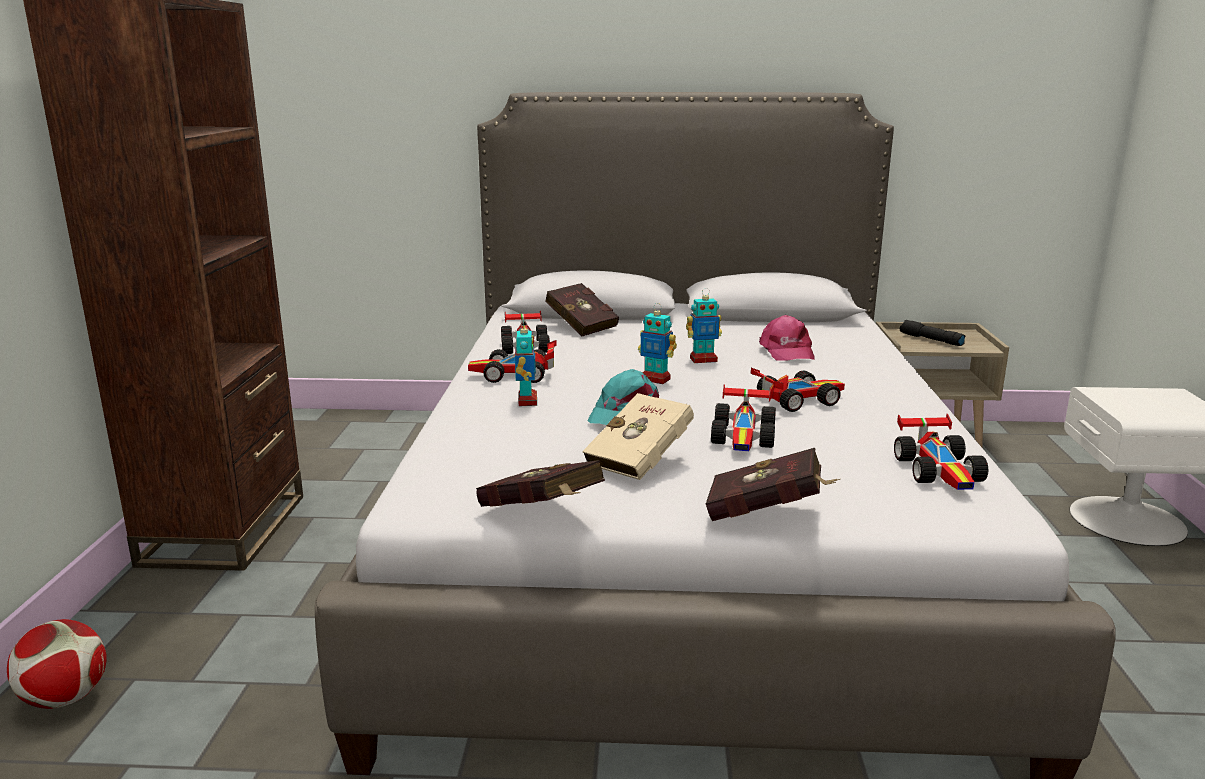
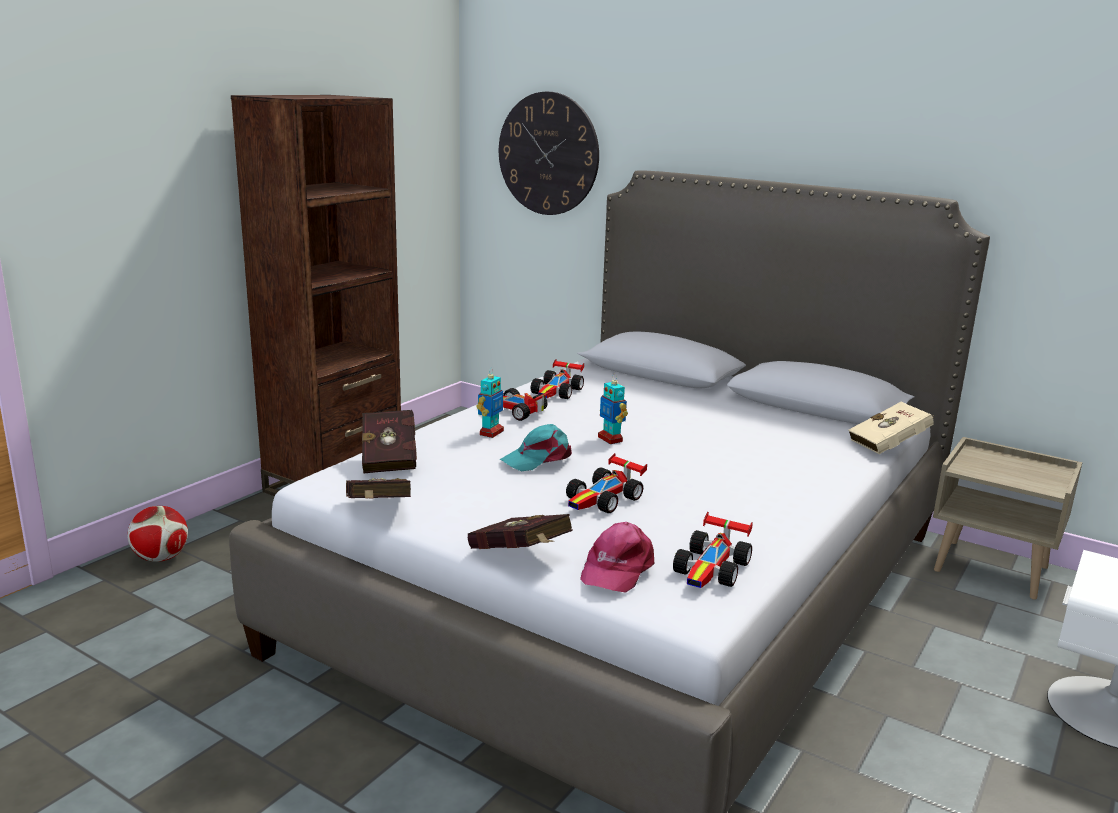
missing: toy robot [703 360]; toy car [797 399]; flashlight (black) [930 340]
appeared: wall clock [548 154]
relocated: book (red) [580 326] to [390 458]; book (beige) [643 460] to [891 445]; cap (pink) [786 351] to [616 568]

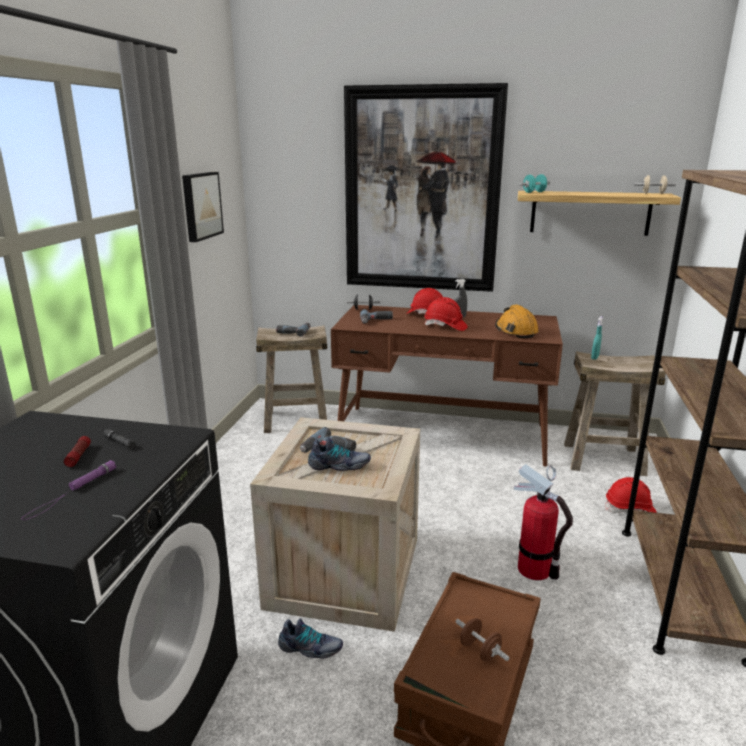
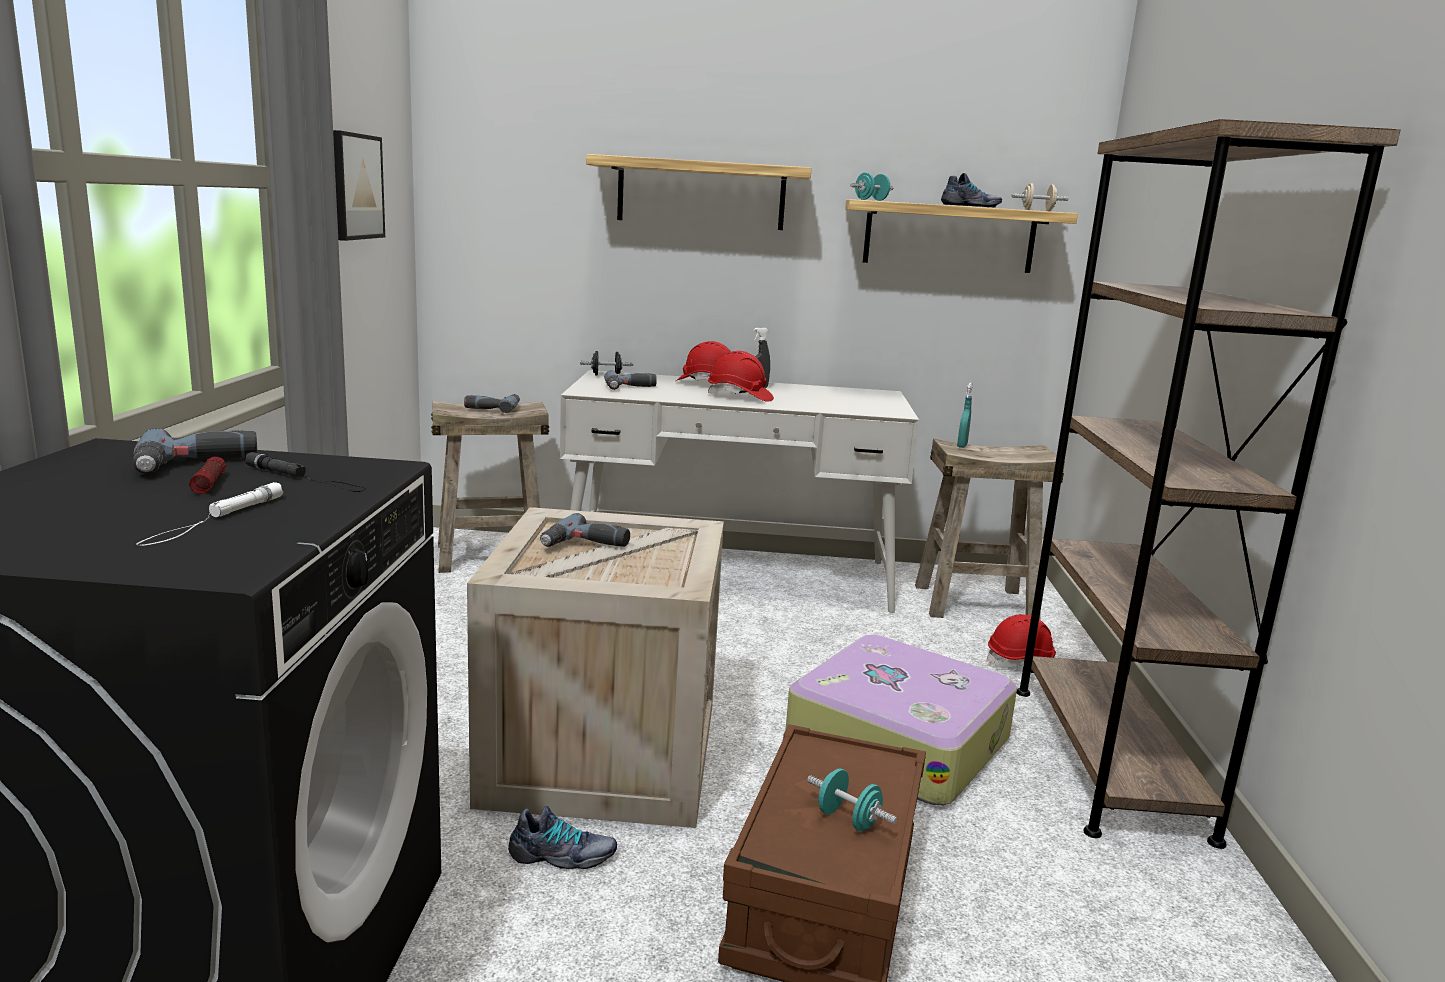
missing: hard hat (orange) [516 331]
appeared: power drill [197 464]
relocated: shoe [339 465] to [971 206]
exchanged: picture [421 191] to shelf [701 194]; fire extinguisher [534 569] to suitcase [898 740]
colour: flashlight (purple) [71 492] to flashlight (white) [213 520]; desk (brown) [442 434] to desk (white) [730 574]; dumbbell (brown) [480 651] to dumbbell (turquoise) [848 820]

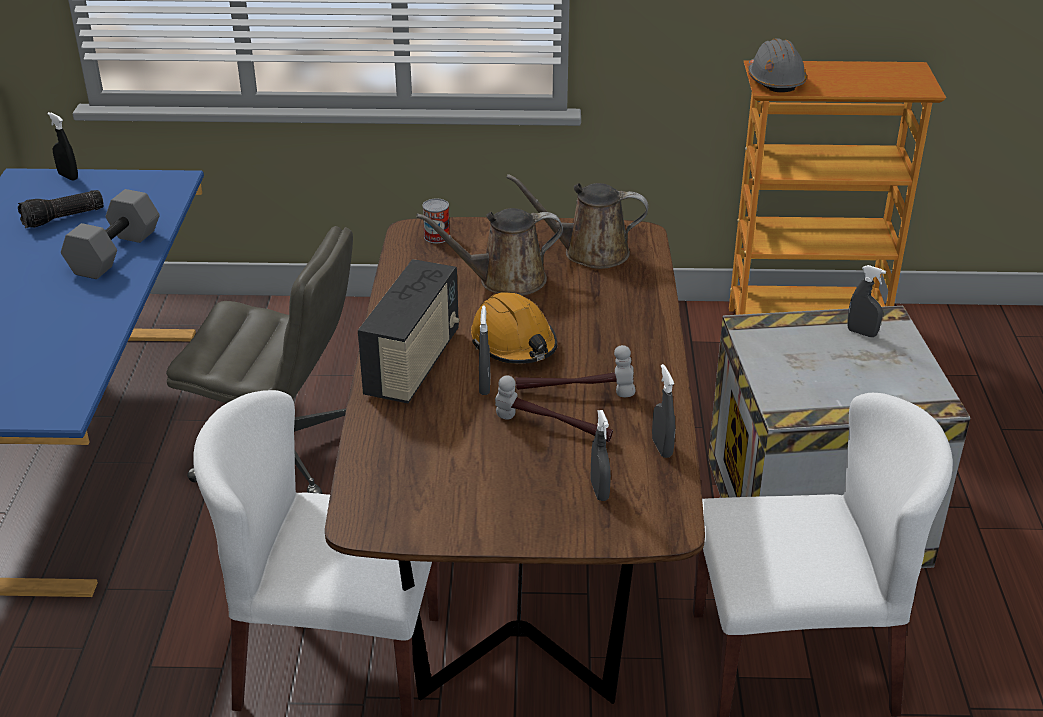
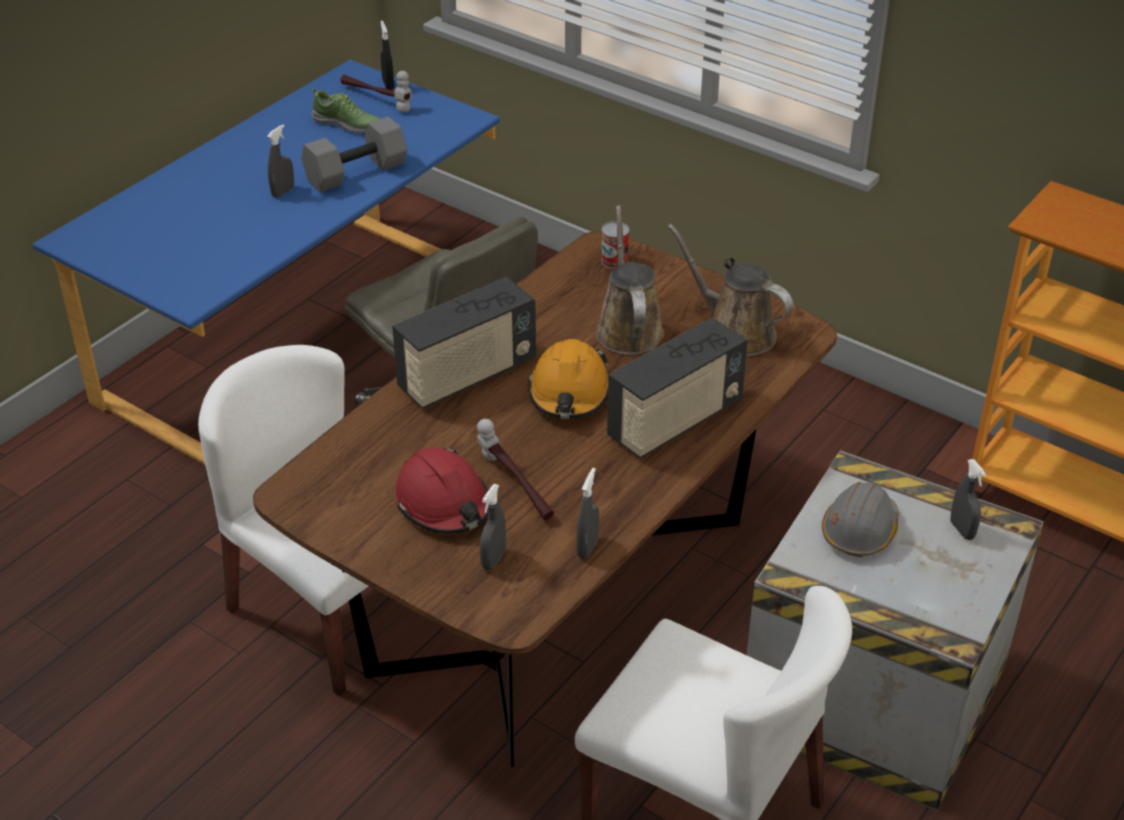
appeared: hard hat (red) [444 504]; radio [675 421]
relocated: spray bottle (grey) [484 386] to [283 192]; hammer [575 392] to [377 98]; hard hat (grey) [775 80] to [859 530]
exchanged: flashlight [63 218] to shoe [347 125]
spun: watering can (brown) [505 280] = [628 328] 60 degrees clockwise

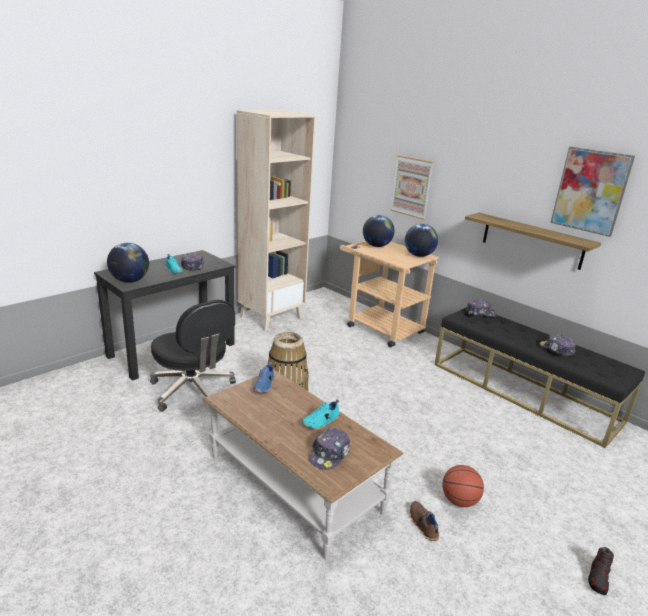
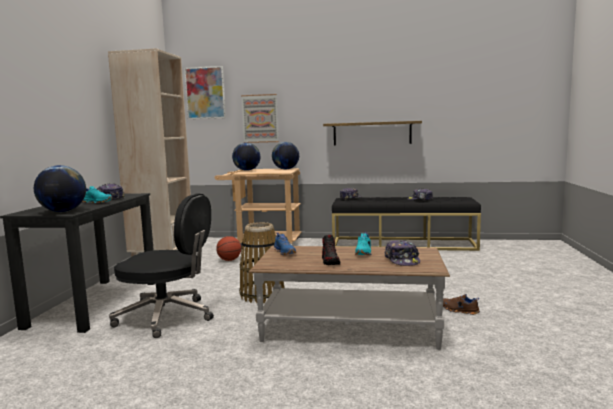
relocated: basketball [459 501] to [229 260]; picture [590 191] to [205 93]; shoe [598 578] to [330 261]

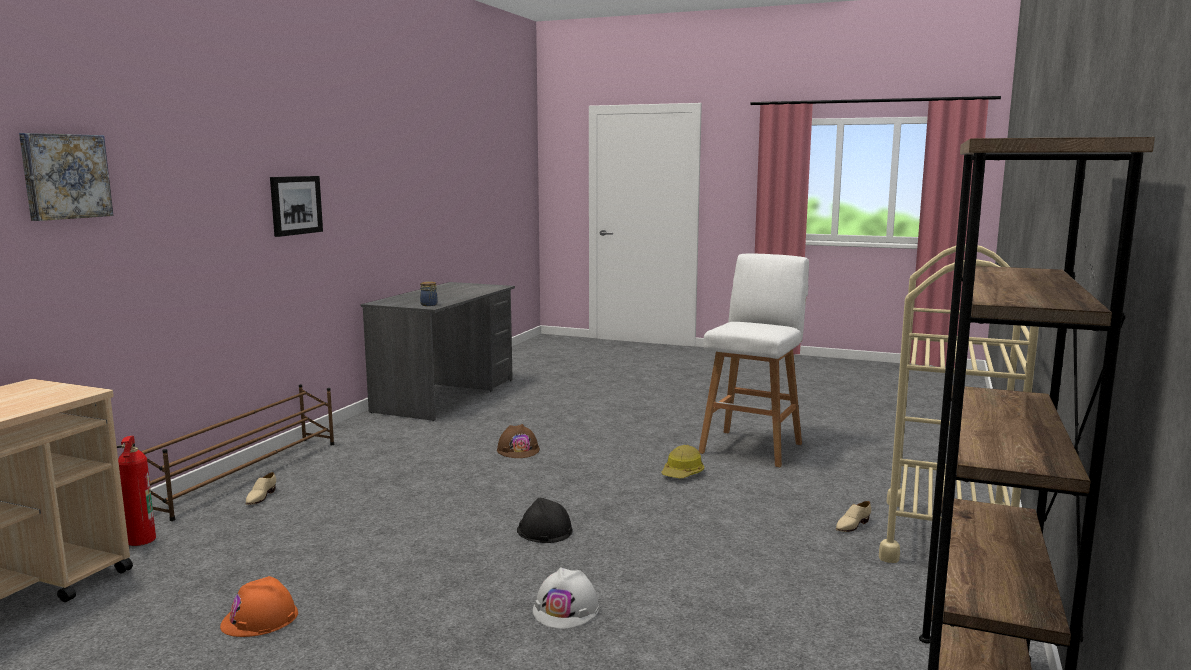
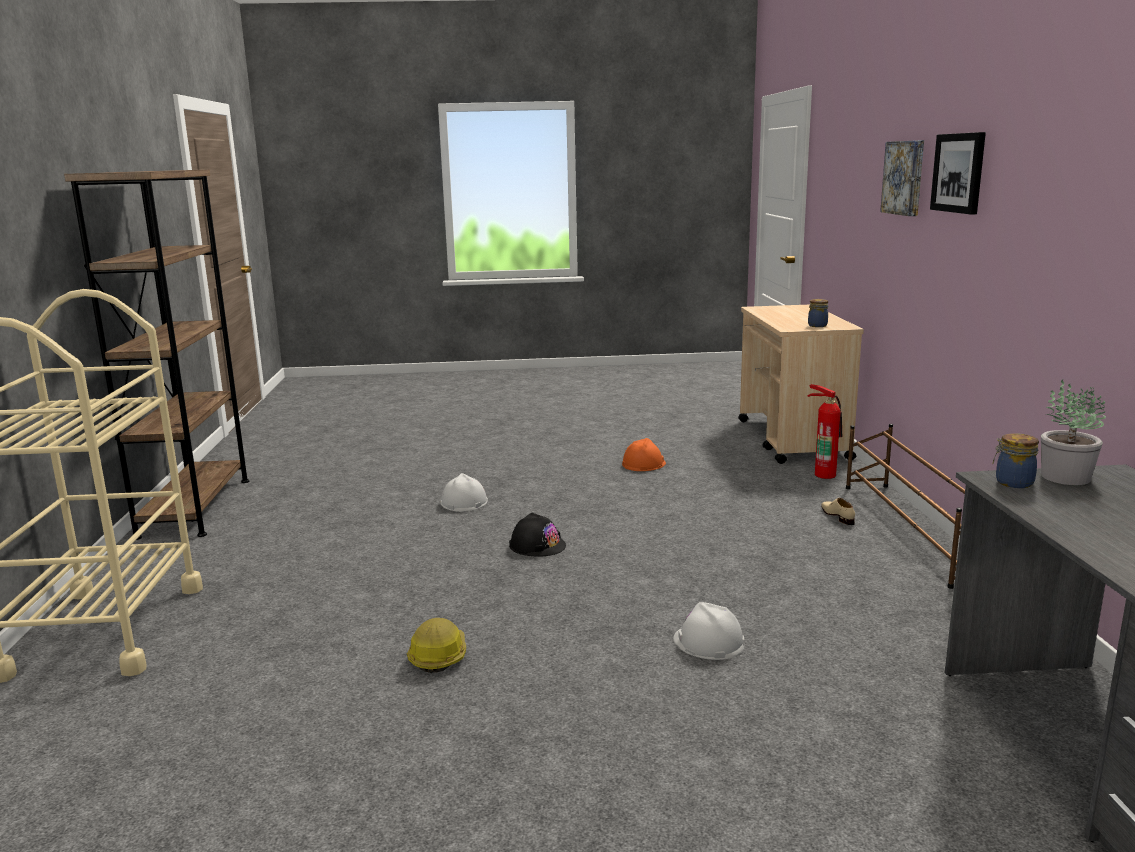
missing: stool (white) [752 447]; shoe (beige) [852 525]
appeared: jar [817 325]; potted plant [1064 477]
relocated: picture [295 205] to [959 173]
colour: hard hat (brown) [518 450] to hard hat (white) [708 642]

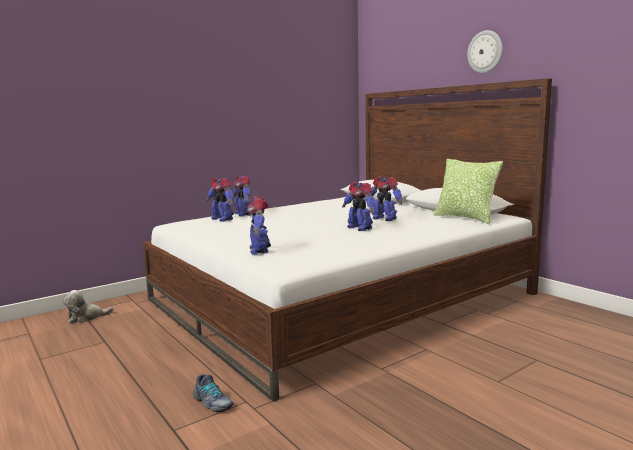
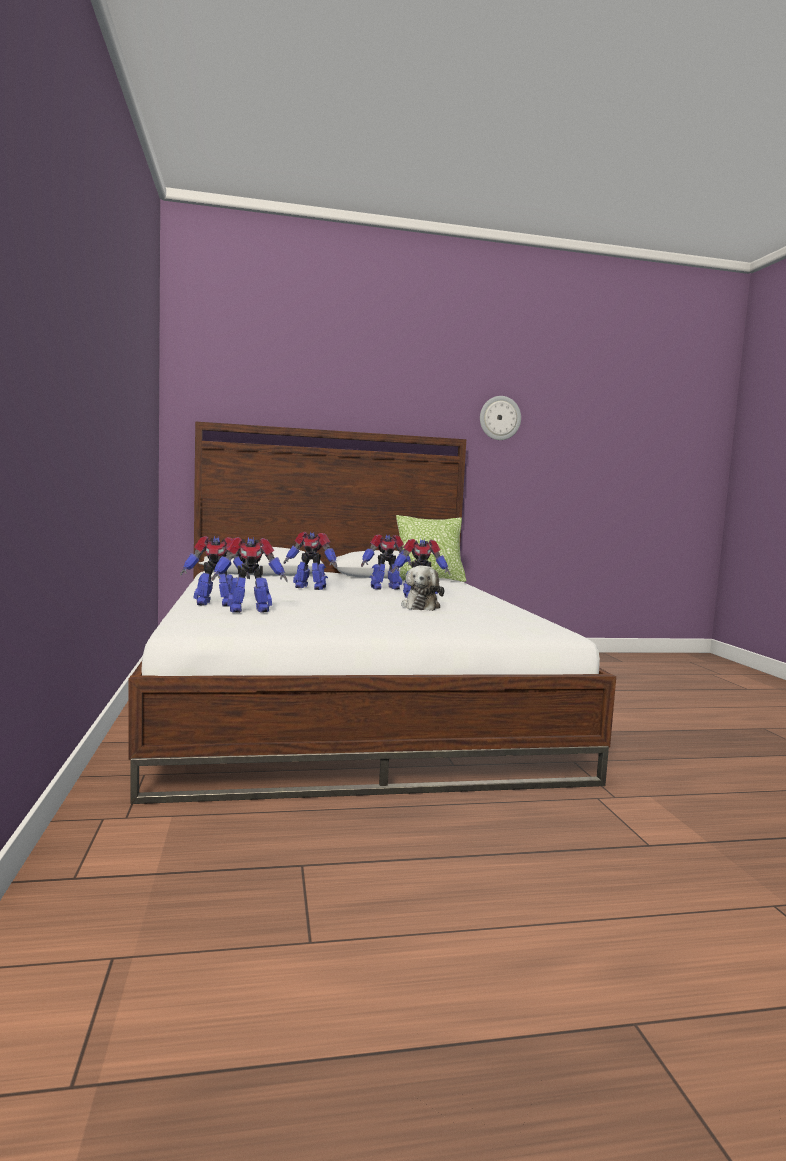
missing: shoe [212 403]
relocated: plush toy [86 317] to [421 606]; toy robot [260 250] to [310 587]; wall clock [485 52] to [500 418]

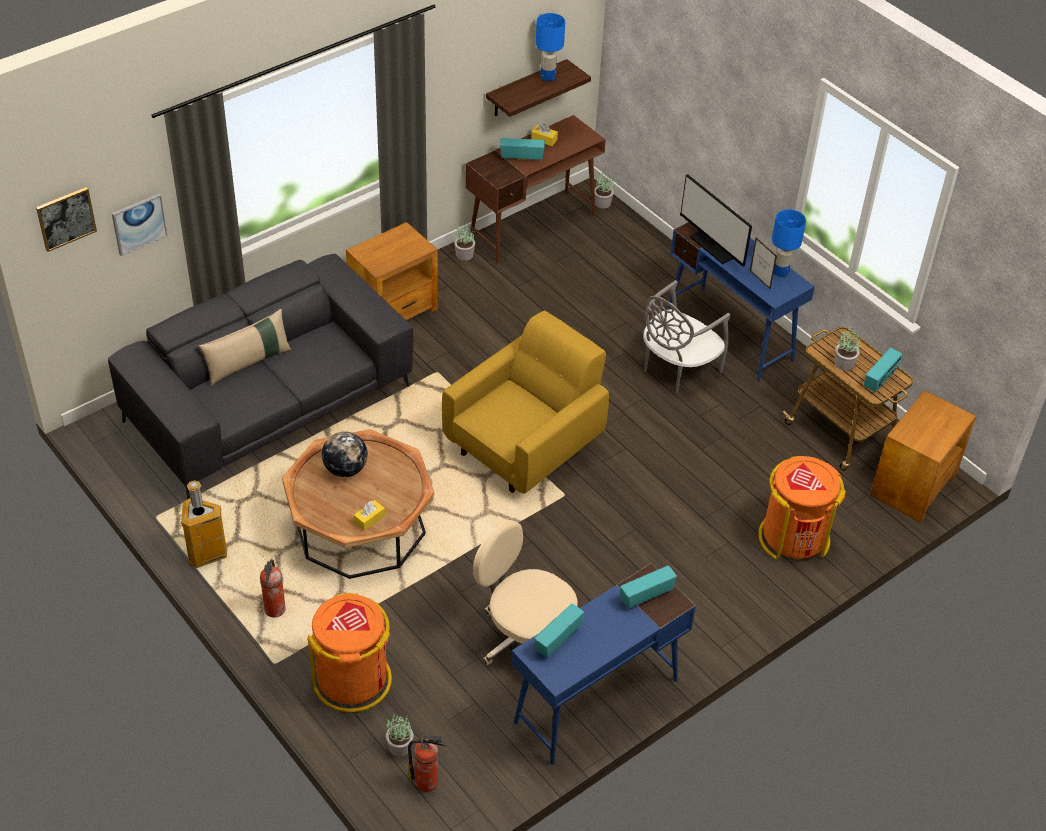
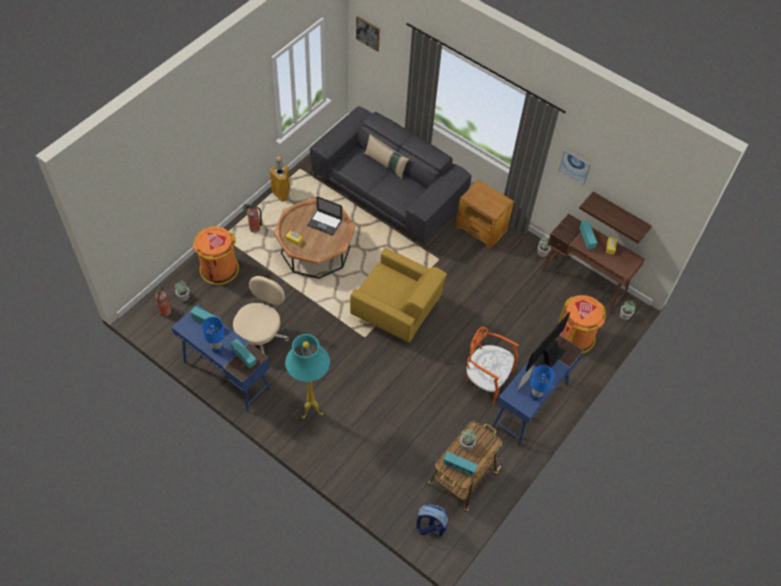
appeared: floor lamp (turquoise) [310 410]
relocated: picture [139 223] to [575 166]; table lamp (blue) [548 77] to [217 349]; trash can (orange) [793 537] to [575 336]
exchanged: globe [345 469] to laptop [325 222]; side table (brown) [912 485] to backpack [430 527]
colour: chair (grey) [677 369] to chair (orange) [486 379]

